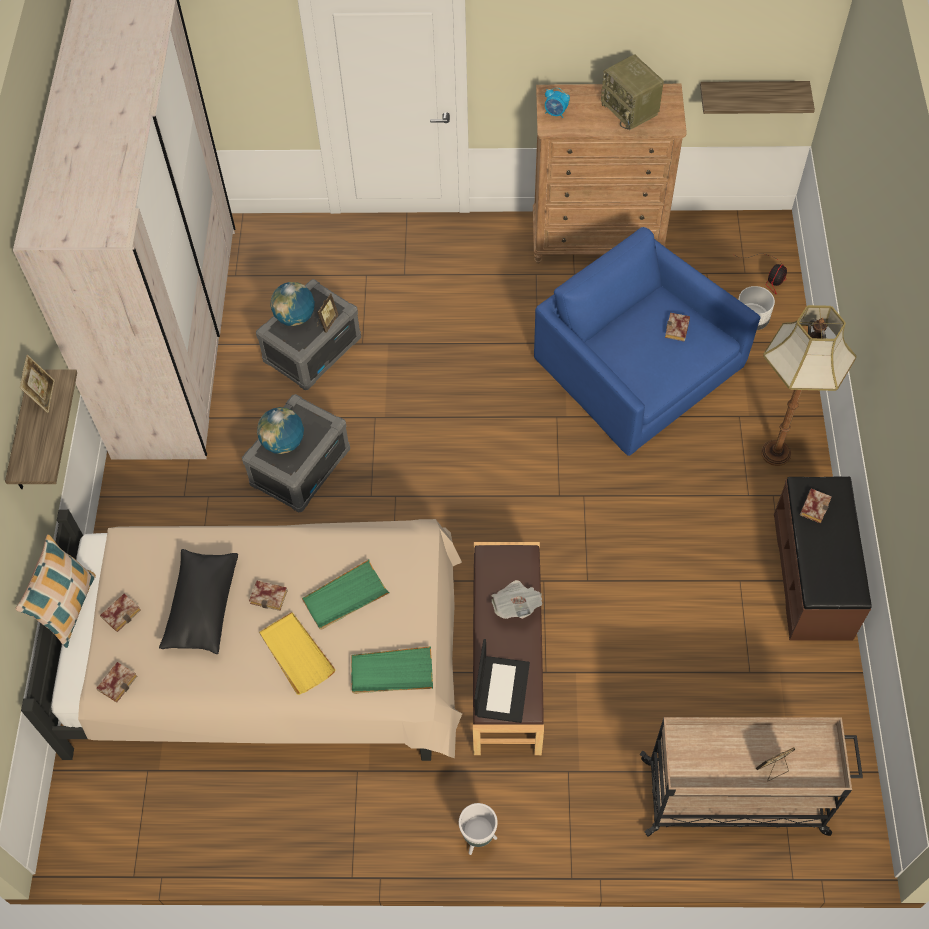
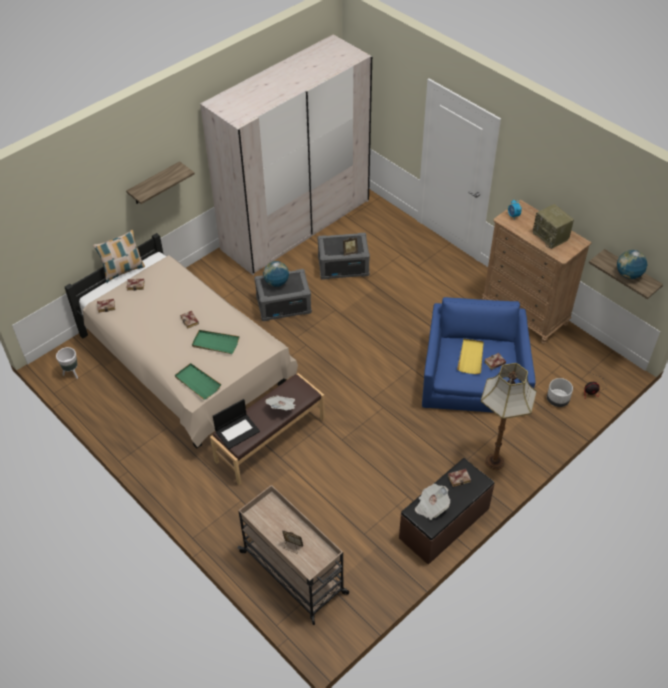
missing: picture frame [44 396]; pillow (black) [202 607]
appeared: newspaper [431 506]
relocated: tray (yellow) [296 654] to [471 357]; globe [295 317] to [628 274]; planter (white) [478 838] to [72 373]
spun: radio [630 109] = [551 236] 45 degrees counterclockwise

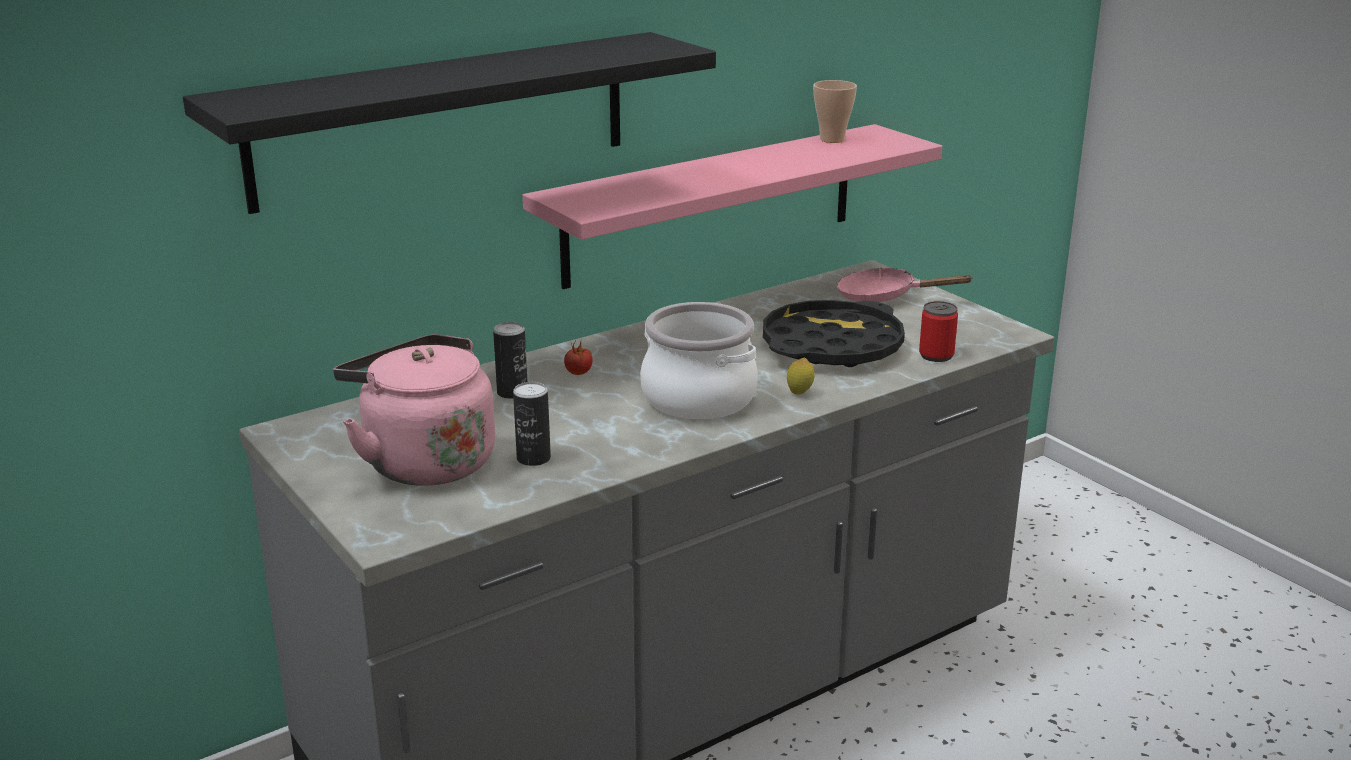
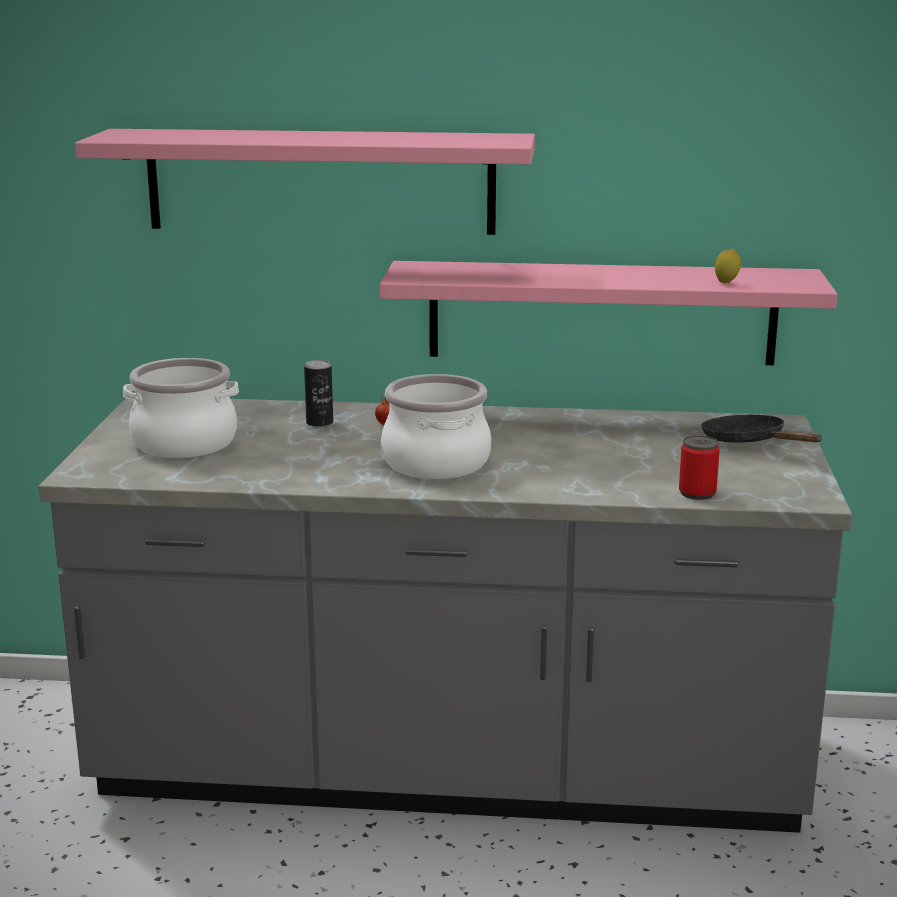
missing: can [533 458]; tray (black) [831 346]; cup [832 139]
relocated: lemon [799 393] to [726 283]
exchanged: kettle (pink) [424 461] to cooking pot [185 443]
colour: shelf (black) [443 119] to shelf (pink) [320 181]; frying pan (pink) [884 297] to frying pan (black) [749 442]

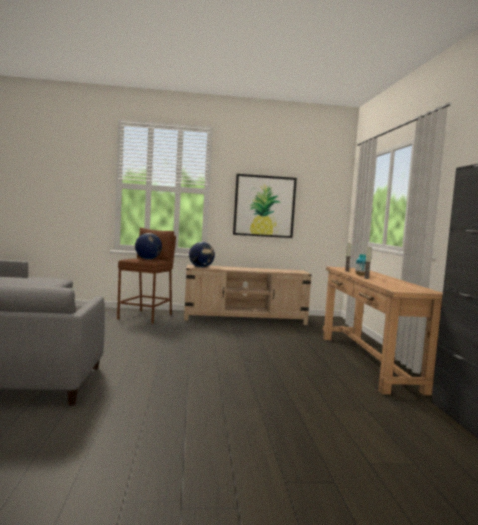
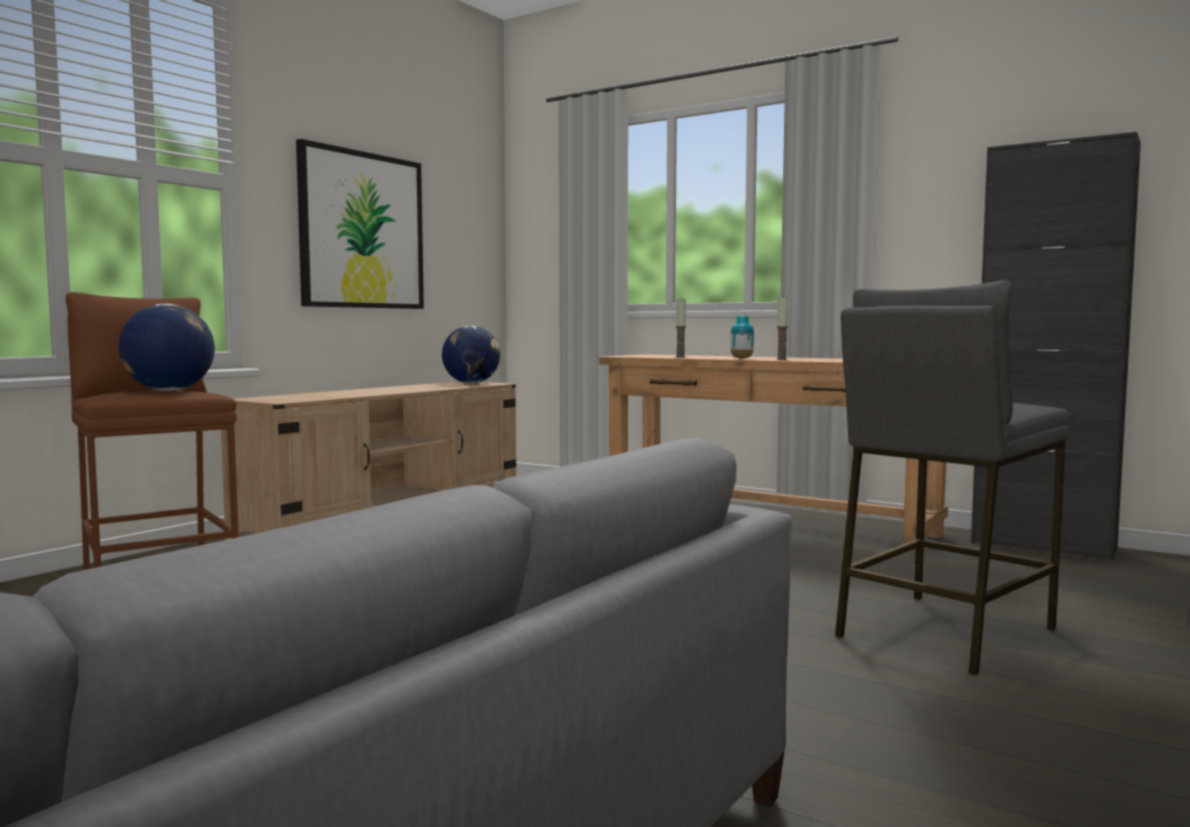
appeared: stool (grey) [942 632]
relocated: globe [201 267] to [471 383]

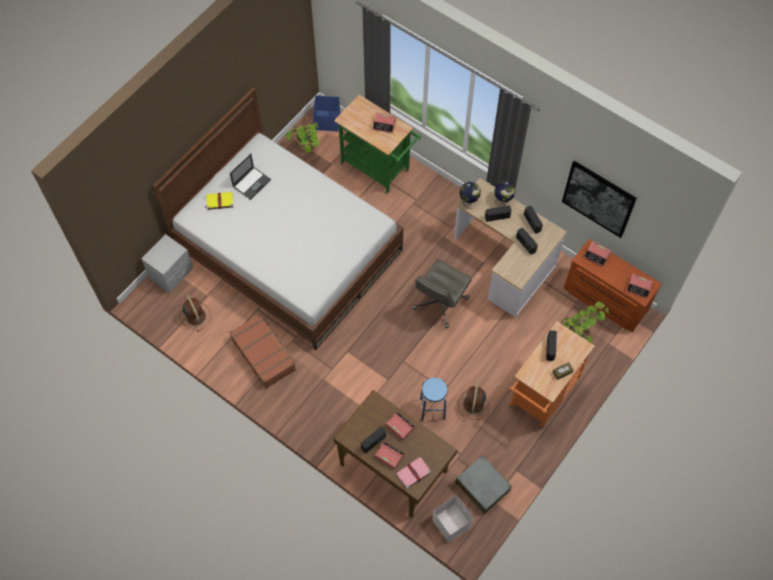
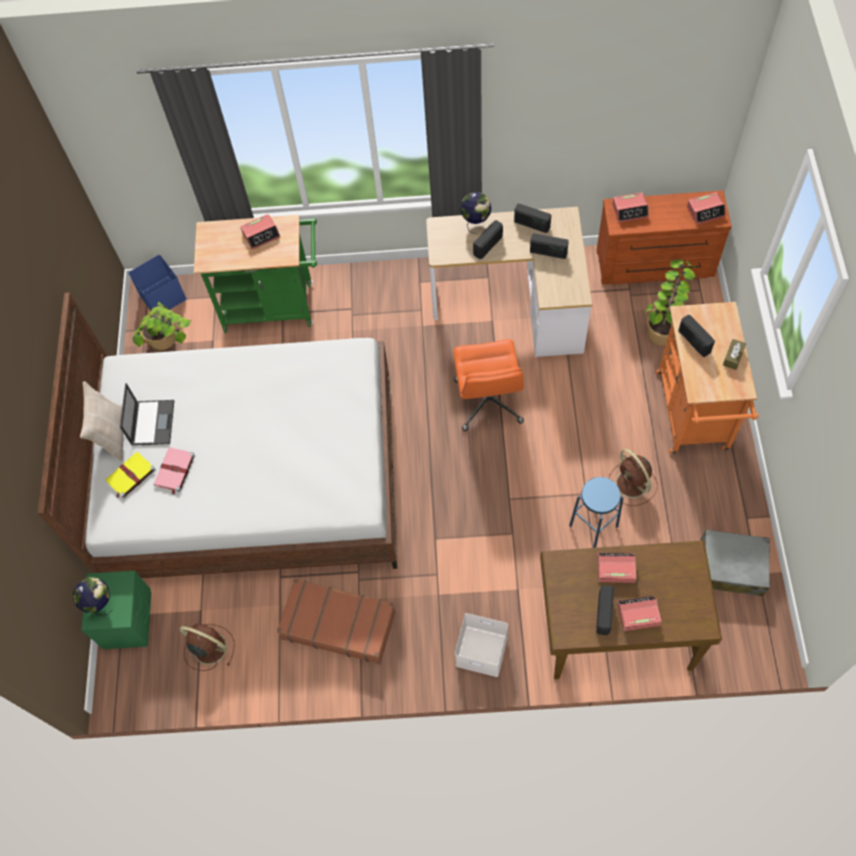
missing: picture [598 198]
appeared: pillow (beige) [112 434]
relocated: book (pink) [413 473] to [174 471]; storage box (white) [450 522] to [480 651]; globe [469 201] to [100 603]
colour: nightstand (grey) [171 273] to nightstand (green) [128 620]; office chair (grey) [440 304] to office chair (orange) [488 402]

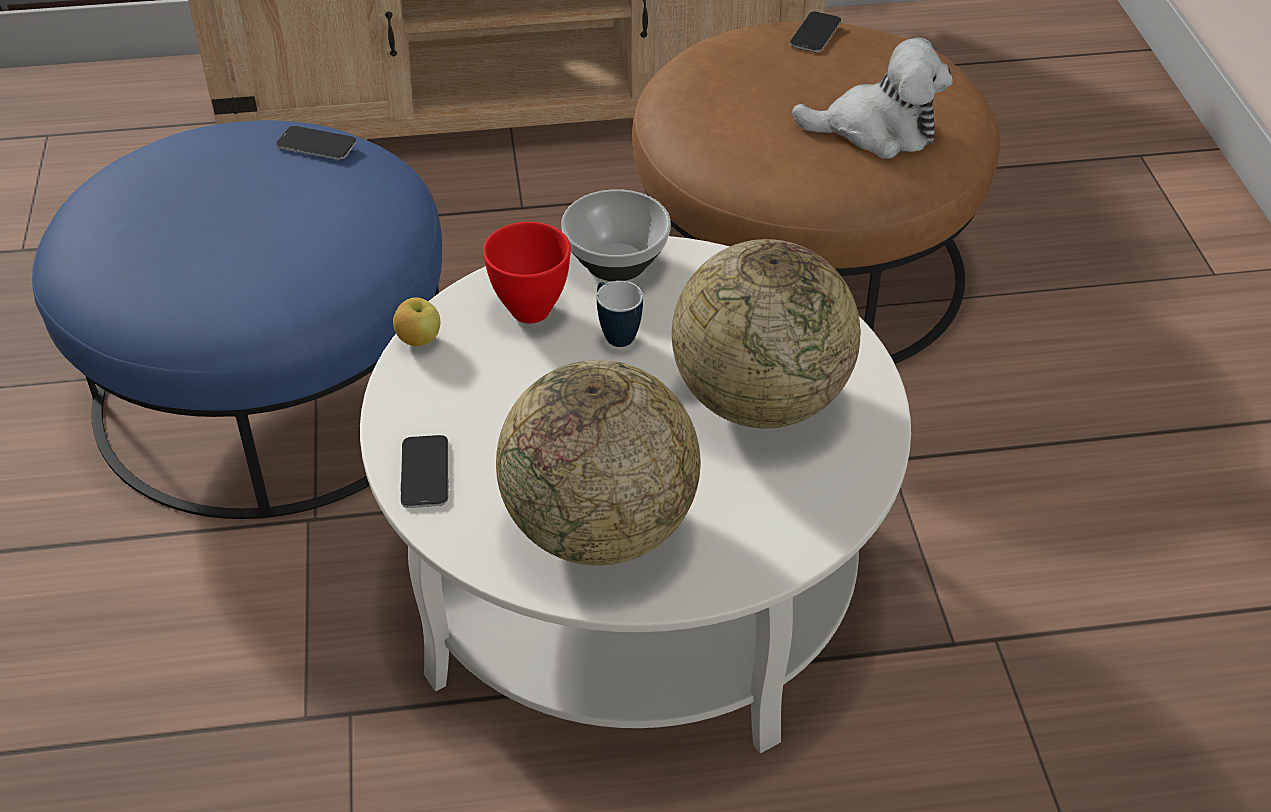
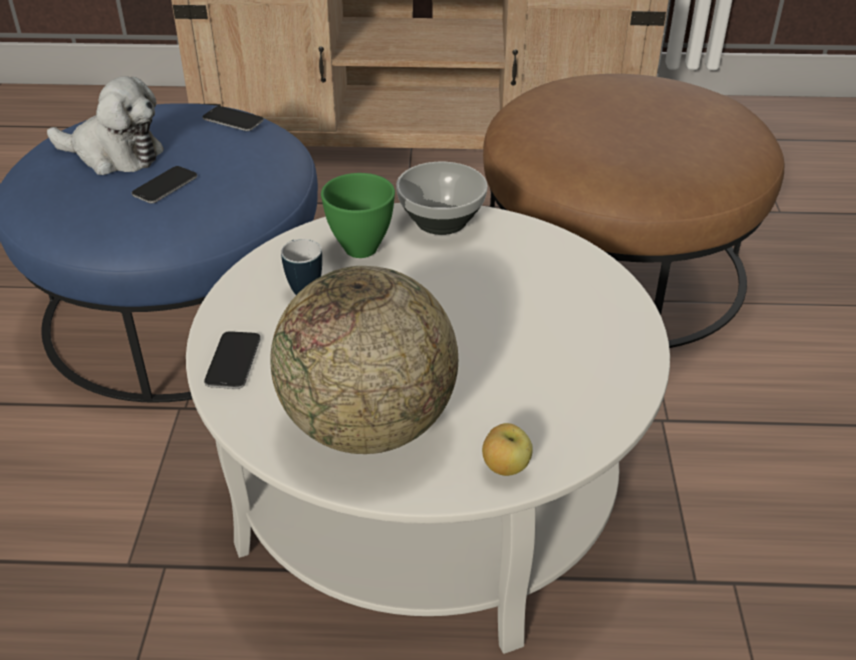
missing: globe [759 400]
relocated: apple [419 340] to [505 467]; mug [615 334] to [303 286]; phone [815 34] to [165 186]; plush toy [877 131] to [114 155]
colour: bowl (red) [532 312] to bowl (green) [361 250]

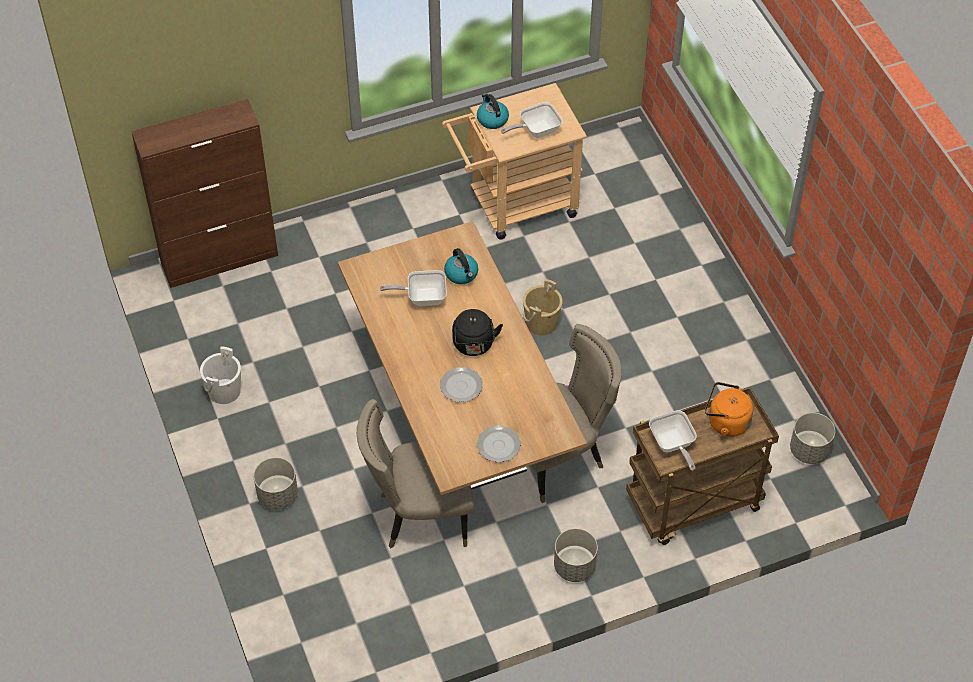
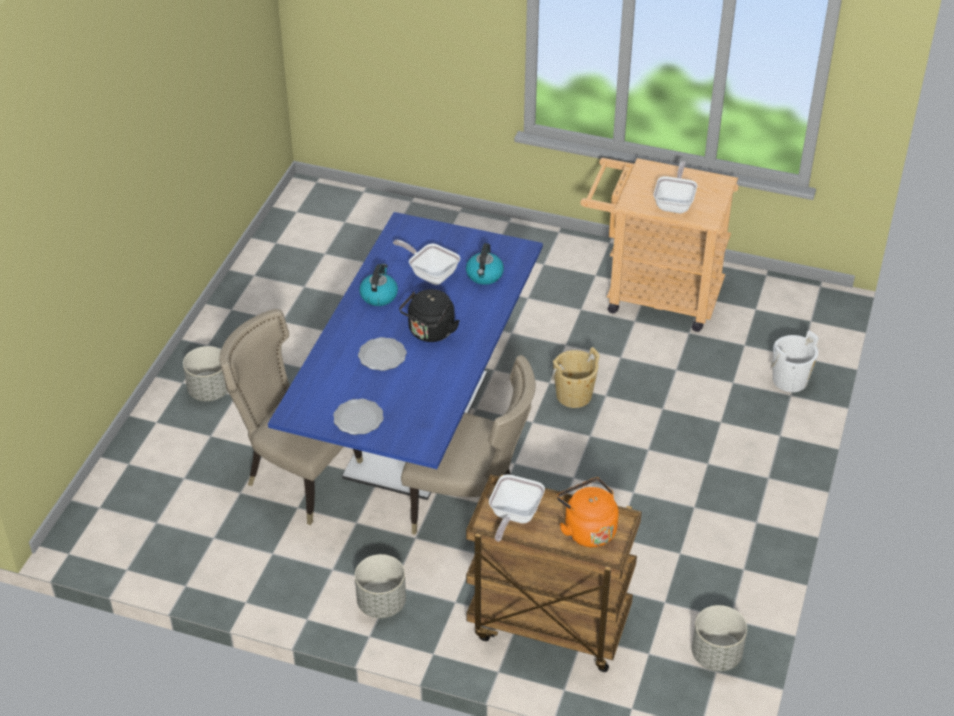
missing: cabinet (brown) [220 259]
relocated: bucket (white) [224 391] to [790 380]; kettle [492 119] to [379 295]
colour: dining table (beige) [459 419] to dining table (blue) [417 425]
spun: frying pan [536 131] = [675 203] 90 degrees clockwise

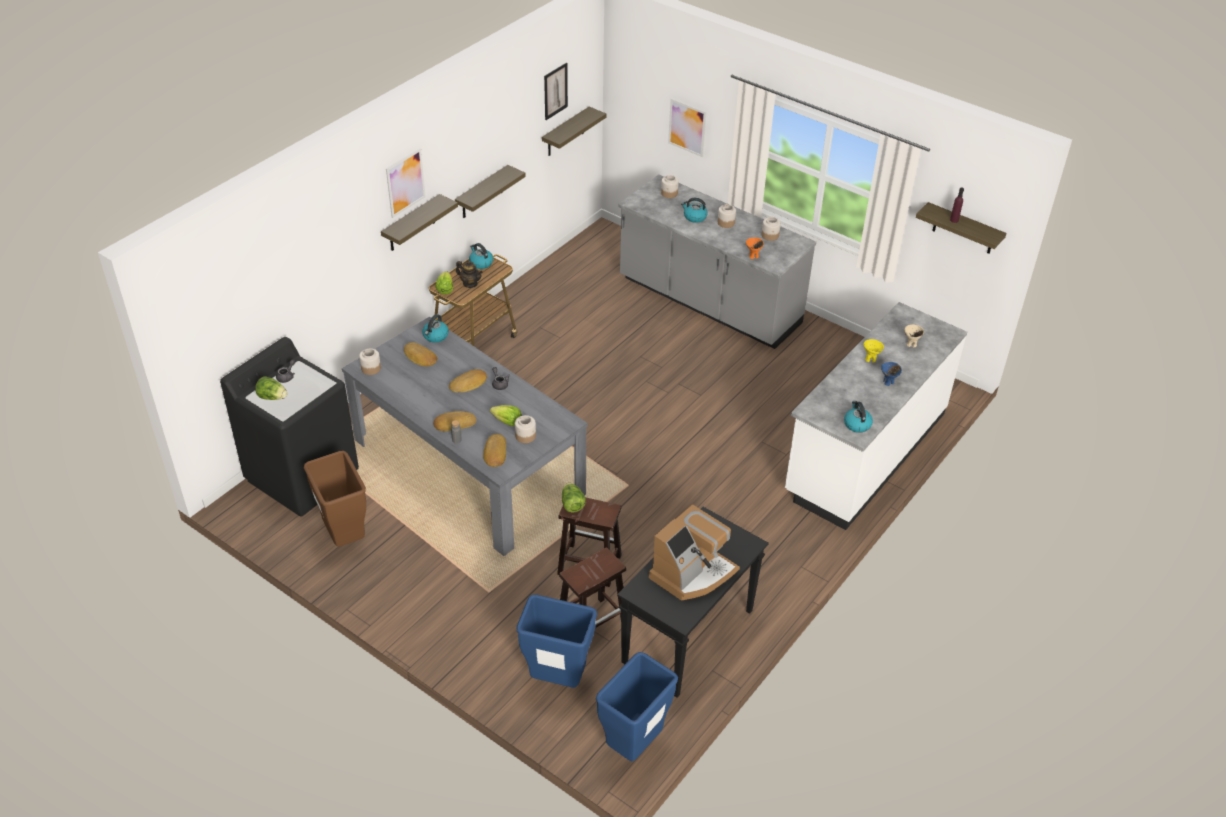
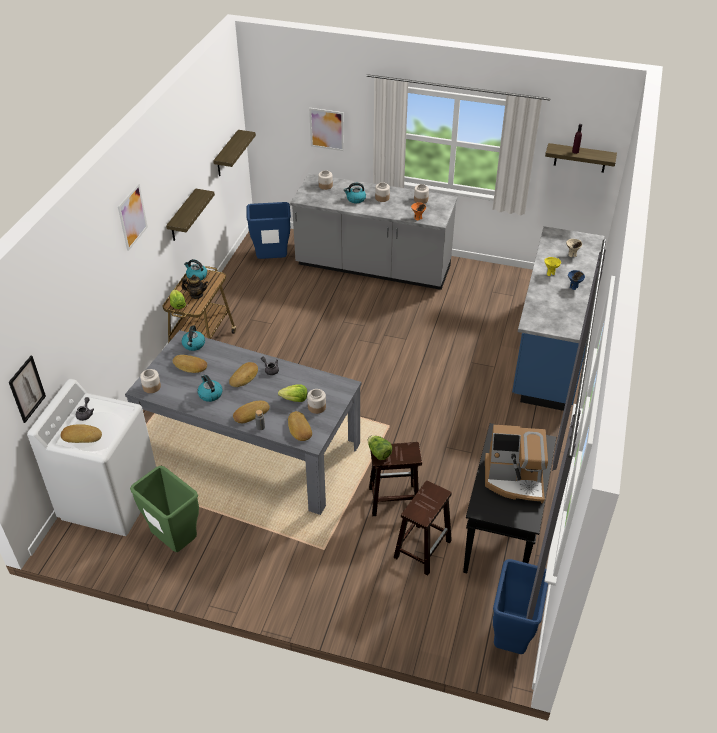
missing: shelf [411 224]
relocated: trash can (blue) [557 679] to [271 260]; picture [555 91] to [27 389]; kettle [857 424] to [210 394]
exchanged: lettuce [272 397] to bread [81 436]
colour: washing machine (black) [303 476] to washing machine (white) [110 499]; trash can (brown) [345 537] to trash can (green) [175 541]; counter (white) [864 453] to counter (blue) [550 349]
spun: coffee machine [692 573] = [514 480] 75 degrees clockwise

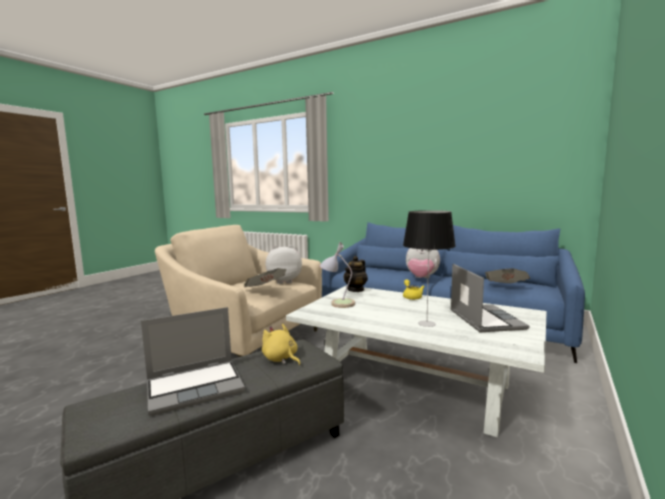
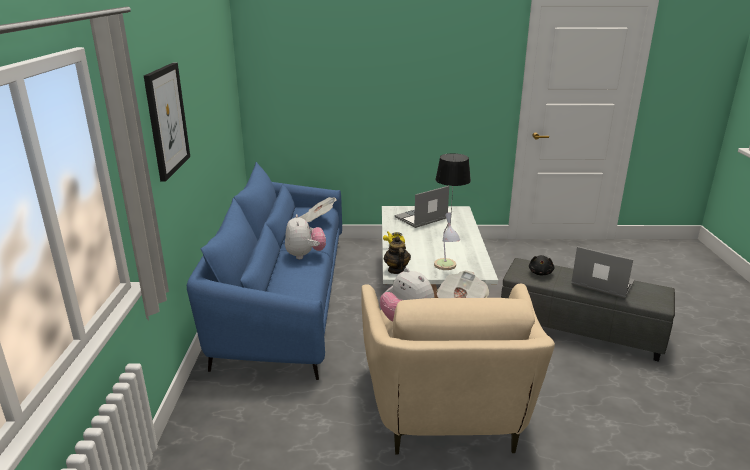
appeared: picture [166 120]
colour: plush toy (yellow) [281 359] to plush toy (black) [540 273]
spun: teapot [356 289] = [396 270] 105 degrees counterclockwise

